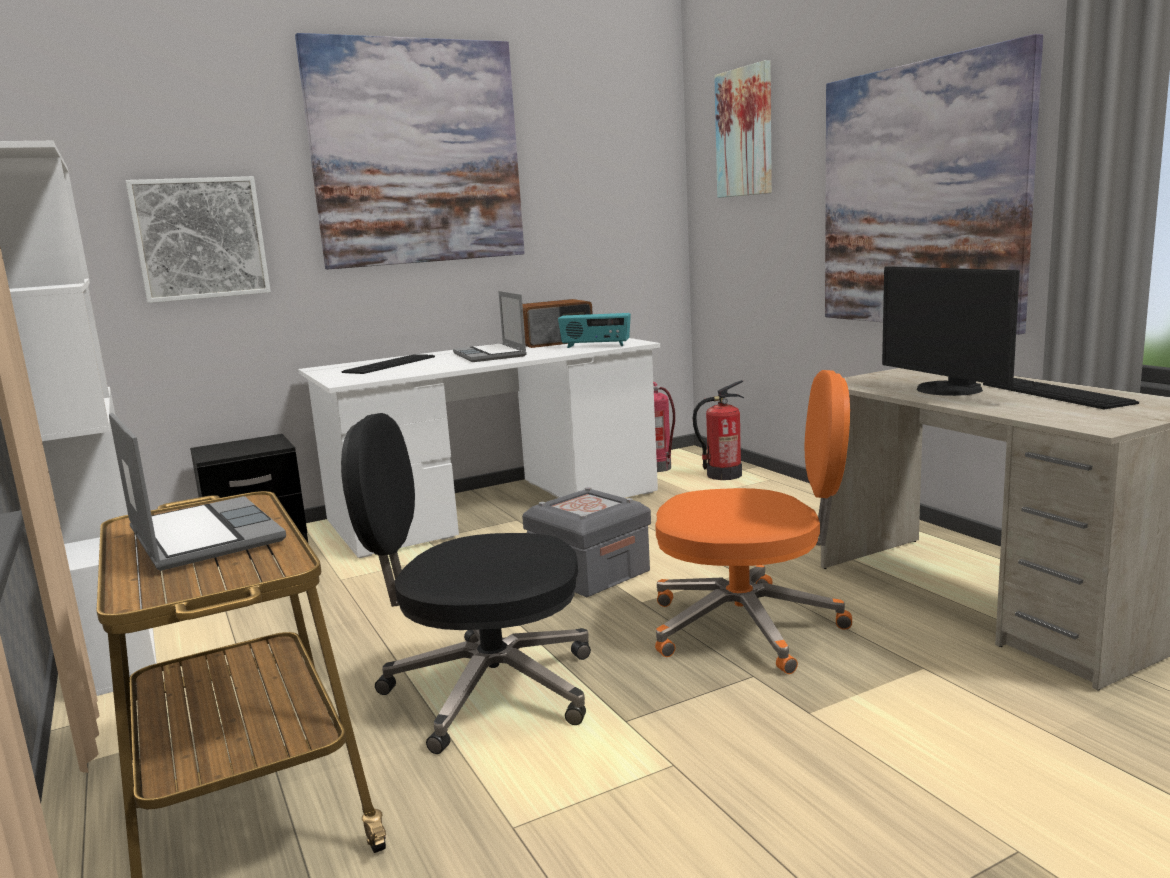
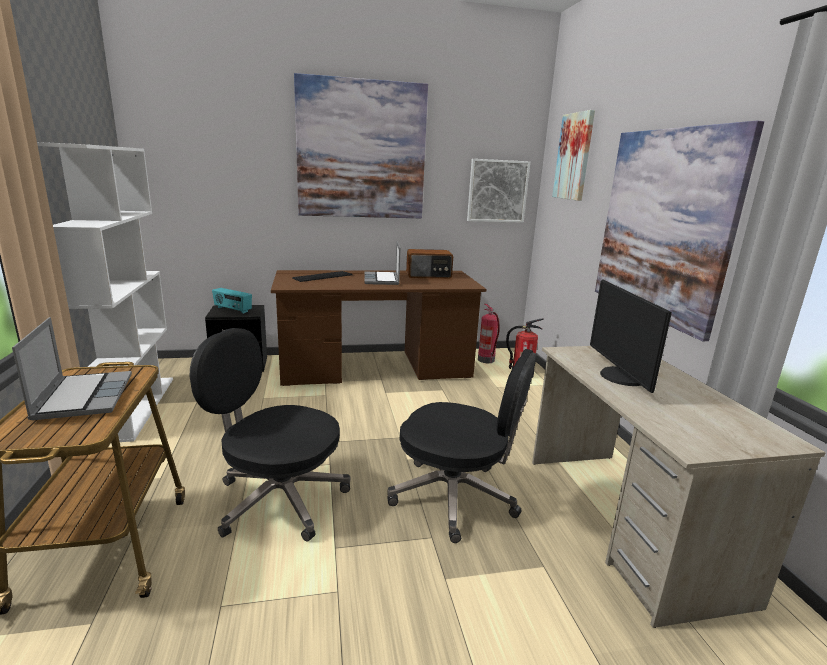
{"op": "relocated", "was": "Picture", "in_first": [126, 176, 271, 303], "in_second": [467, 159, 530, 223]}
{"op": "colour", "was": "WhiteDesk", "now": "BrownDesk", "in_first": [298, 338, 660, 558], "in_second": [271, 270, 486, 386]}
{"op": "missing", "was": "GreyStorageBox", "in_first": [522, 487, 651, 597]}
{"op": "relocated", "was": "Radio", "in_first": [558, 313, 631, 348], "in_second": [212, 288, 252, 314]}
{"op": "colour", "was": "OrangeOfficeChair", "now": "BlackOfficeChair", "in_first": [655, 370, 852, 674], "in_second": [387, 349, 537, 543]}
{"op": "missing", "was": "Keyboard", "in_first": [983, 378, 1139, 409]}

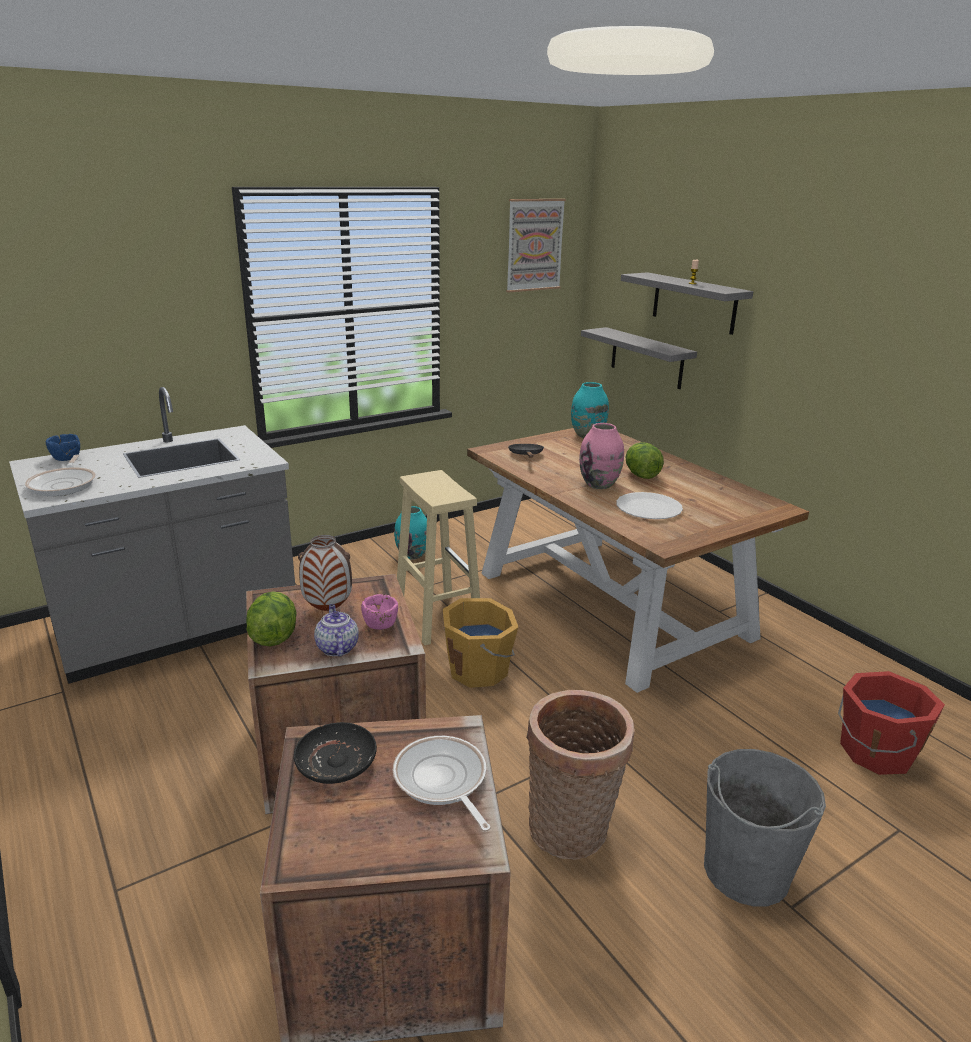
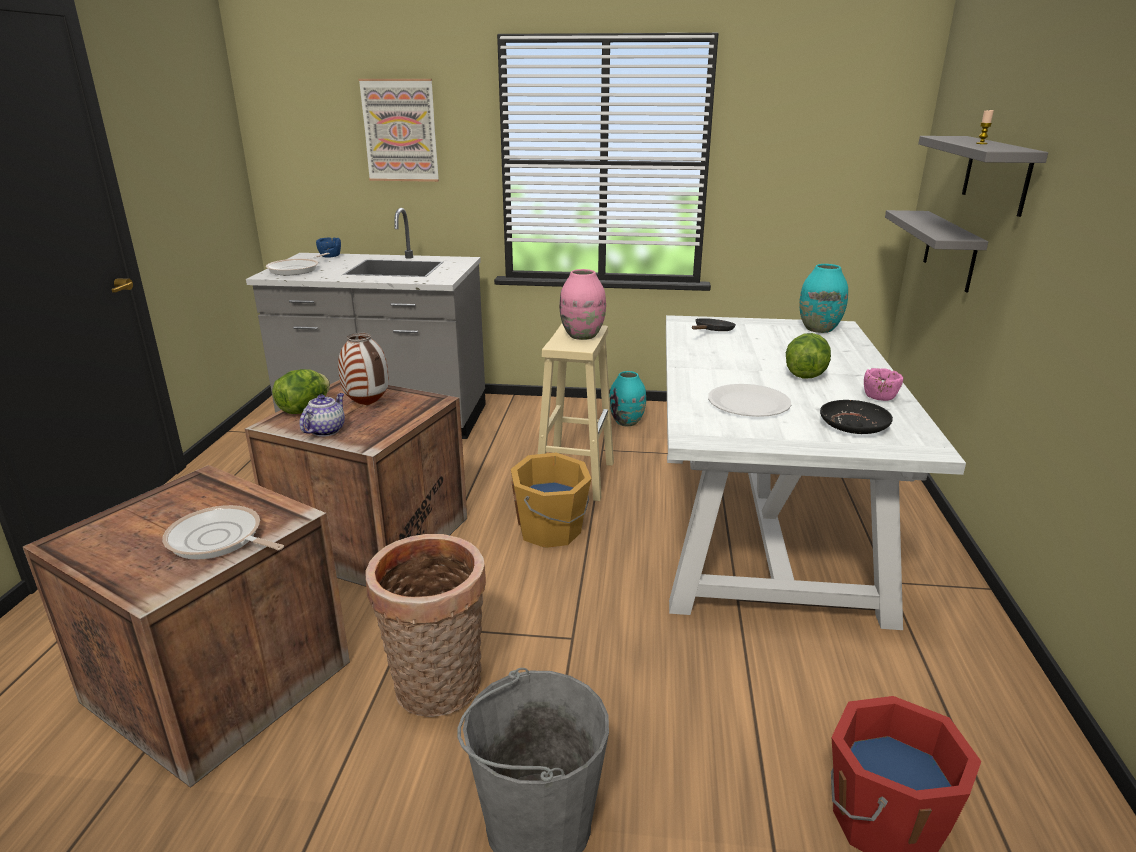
{"op": "relocated", "was": "BlackPlate", "in_first": [294, 722, 377, 784], "in_second": [820, 400, 893, 434]}
{"op": "relocated", "was": "PinkBowl", "in_first": [361, 594, 398, 630], "in_second": [864, 368, 903, 401]}
{"op": "spun", "was": "FryingPan", "in_first": [393, 736, 491, 832], "in_second": [163, 505, 284, 560], "clockwise": -75}
{"op": "colour", "was": "BrownDiningTable", "now": "WhiteDiningTable", "in_first": [467, 428, 809, 693], "in_second": [666, 315, 966, 630]}
{"op": "relocated", "was": "Picture", "in_first": [506, 199, 566, 292], "in_second": [359, 79, 439, 182]}
{"op": "relocated", "was": "PinkVase", "in_first": [579, 423, 624, 489], "in_second": [559, 269, 606, 340]}

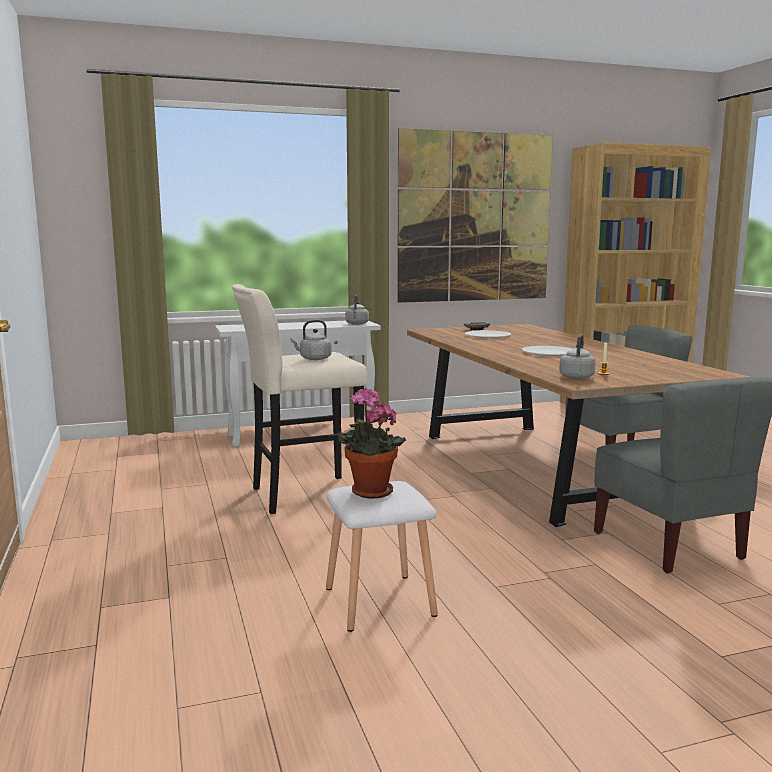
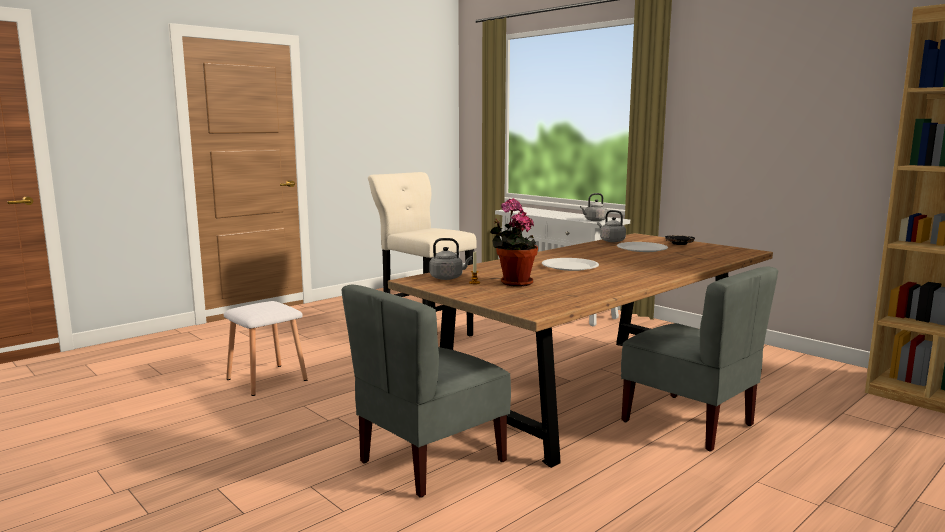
{"op": "relocated", "was": "GreyKettle", "in_first": [290, 320, 332, 360], "in_second": [597, 210, 626, 242]}
{"op": "relocated", "was": "PottedPlant", "in_first": [337, 387, 406, 499], "in_second": [490, 198, 538, 287]}
{"op": "missing", "was": "Picture", "in_first": [397, 128, 553, 303]}

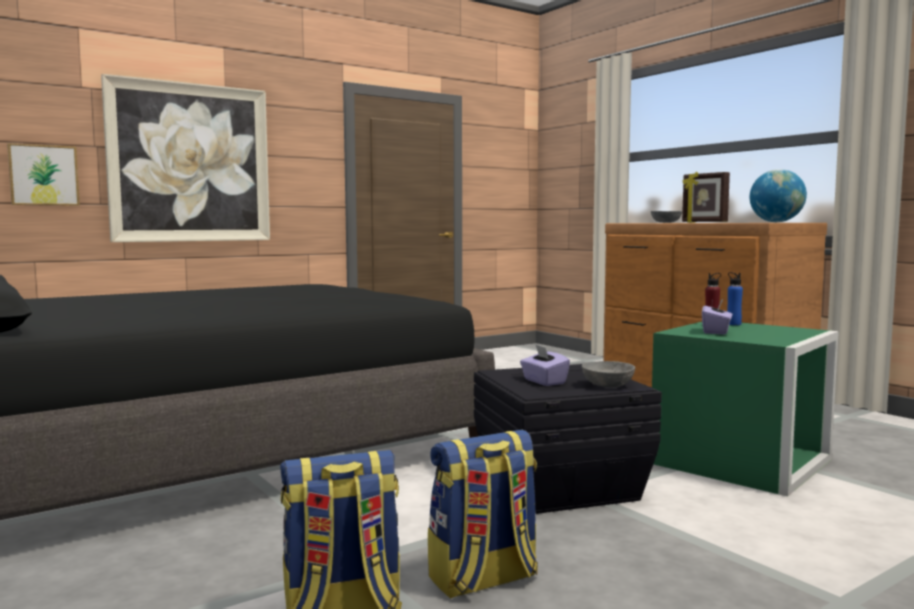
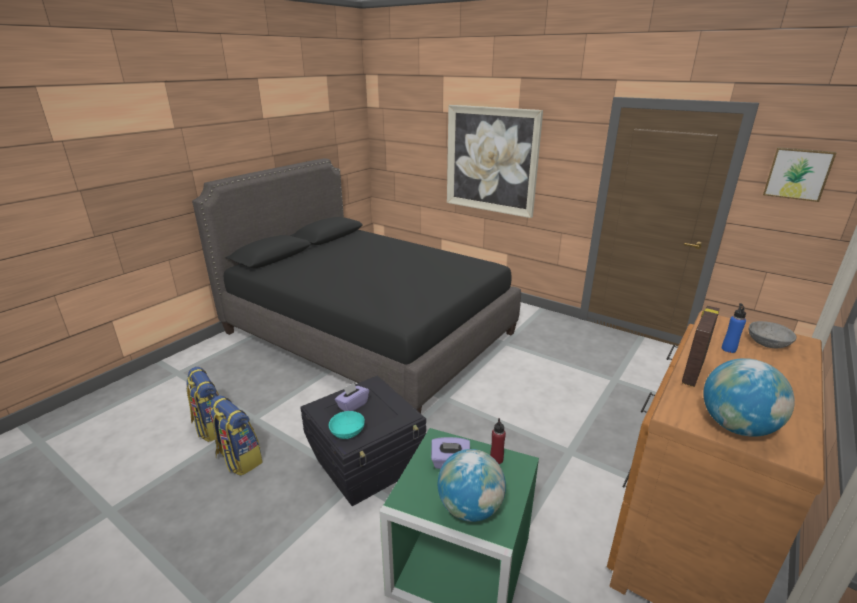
{"op": "relocated", "was": "Picture", "in_first": [7, 143, 80, 206], "in_second": [763, 147, 837, 202]}
{"op": "colour", "was": "GreyBowl", "now": "TurquoiseBowl", "in_first": [581, 361, 635, 388], "in_second": [329, 411, 365, 439]}
{"op": "relocated", "was": "BlueBottle", "in_first": [727, 272, 743, 325], "in_second": [722, 303, 746, 353]}
{"op": "appeared", "now": "Globe", "in_second": [438, 449, 506, 522]}

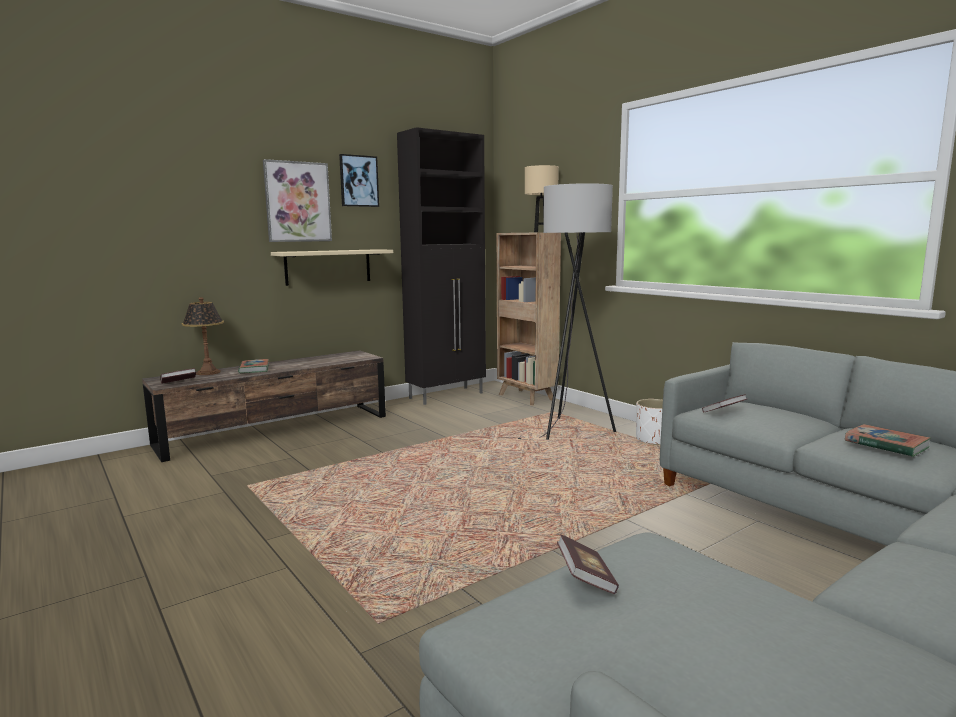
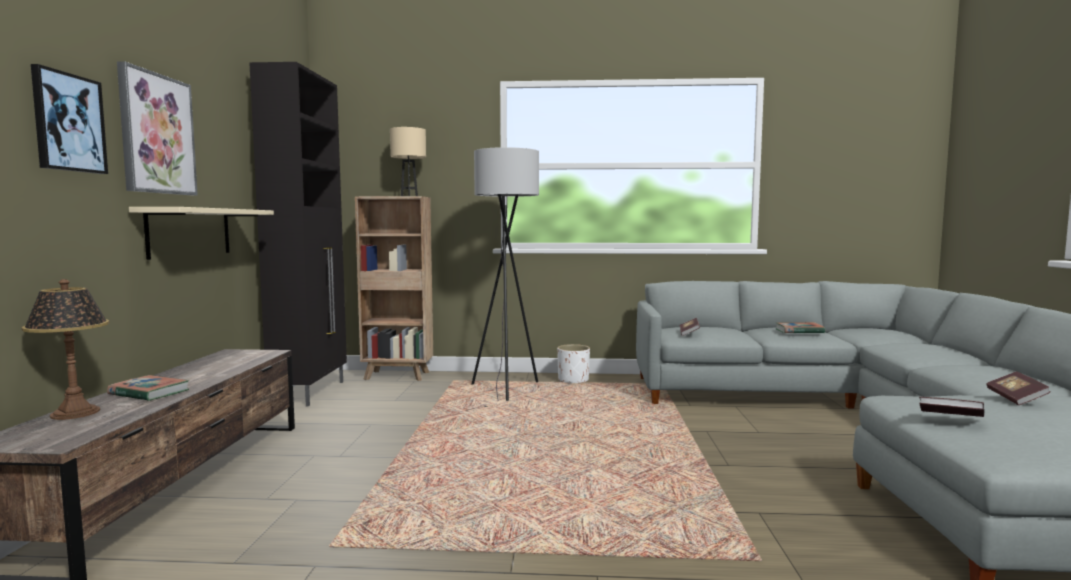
{"op": "relocated", "was": "Book", "in_first": [161, 368, 196, 384], "in_second": [986, 371, 1050, 405]}
{"op": "relocated", "was": "Picture", "in_first": [339, 154, 379, 207], "in_second": [31, 64, 108, 174]}

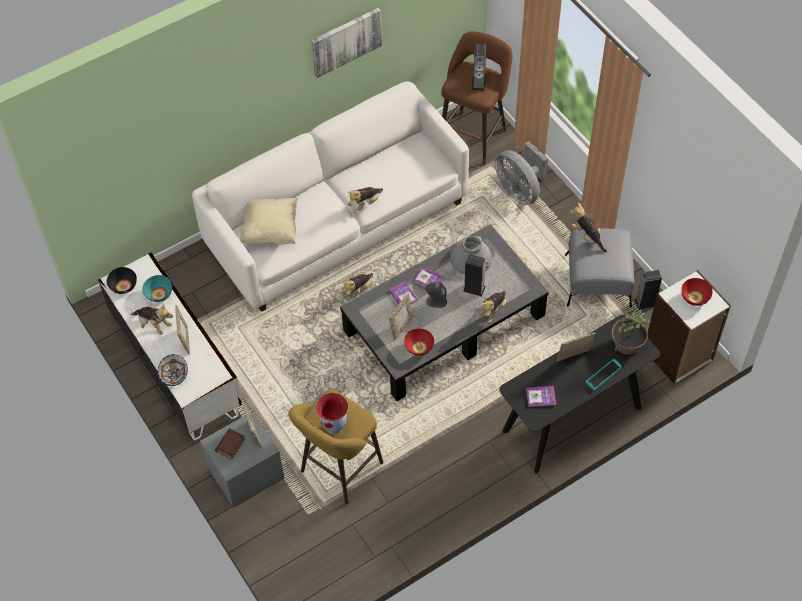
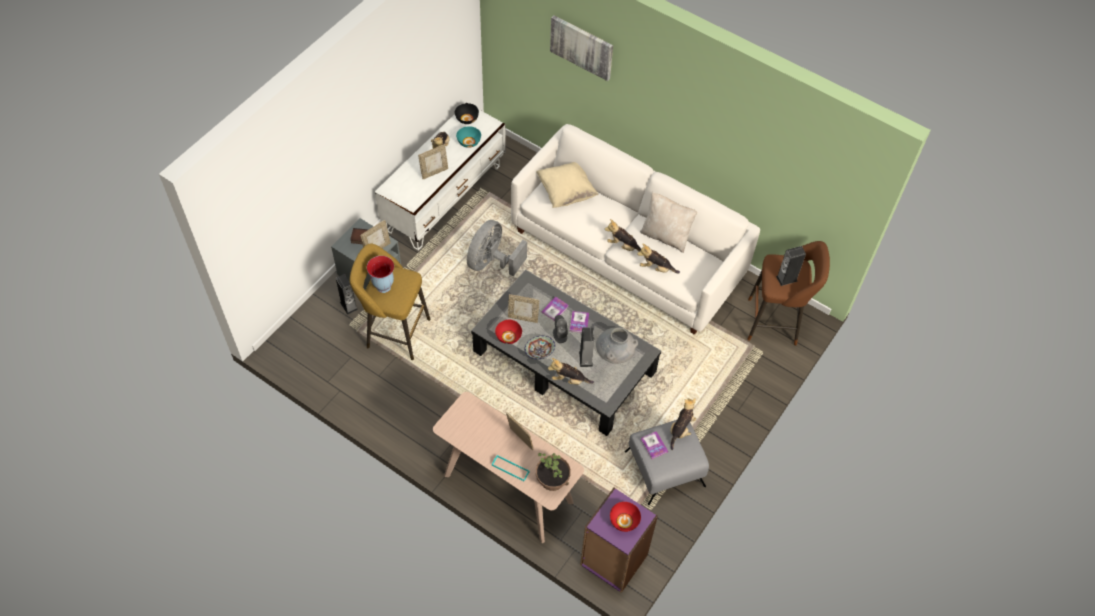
{"op": "relocated", "was": "Bowl", "in_first": [158, 354, 188, 386], "in_second": [524, 336, 555, 359]}
{"op": "relocated", "was": "Picture", "in_first": [311, 8, 382, 78], "in_second": [550, 15, 613, 81]}
{"op": "relocated", "was": "PlushToy", "in_first": [342, 273, 373, 301], "in_second": [637, 243, 680, 273]}
{"op": "relocated", "was": "GreyFan", "in_first": [495, 141, 548, 205], "in_second": [467, 220, 527, 276]}
{"op": "colour", "was": "BlackConsoleTable", "now": "BeigeConsoleTable", "in_first": [499, 314, 660, 474], "in_second": [433, 392, 584, 543]}
{"op": "relocated", "was": "Book", "in_first": [526, 386, 556, 407], "in_second": [640, 431, 668, 459]}
{"op": "relocated", "was": "Speaker", "in_first": [635, 270, 662, 309], "in_second": [336, 274, 358, 315]}
{"op": "colour", "was": "WhiteBookcase", "now": "PurpleBookcase", "in_first": [648, 270, 731, 384], "in_second": [580, 488, 658, 593]}
{"op": "appeared", "now": "BeigePillow", "in_second": [640, 192, 697, 253]}

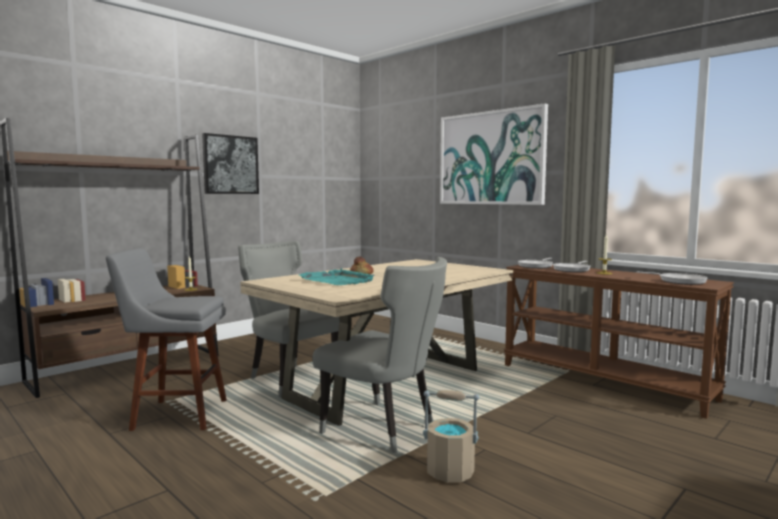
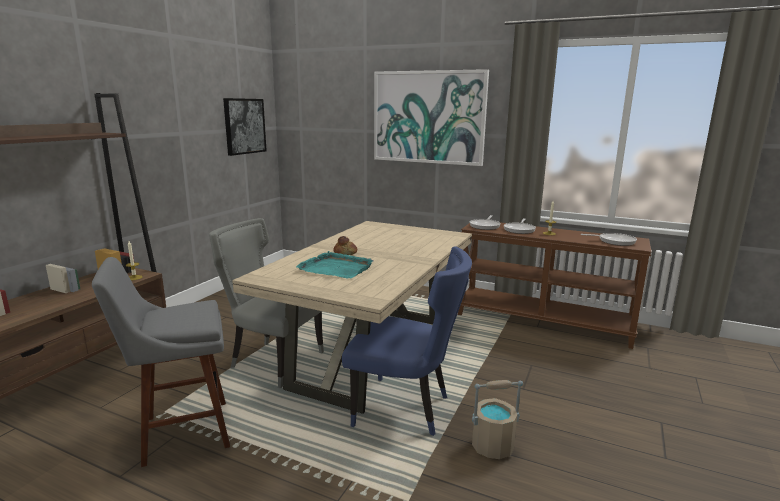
{"op": "relocated", "was": "Picture", "in_first": [202, 133, 259, 194], "in_second": [223, 98, 267, 156]}
{"op": "colour", "was": "GreyChair", "now": "BlueChair", "in_first": [313, 257, 447, 453], "in_second": [342, 247, 472, 436]}

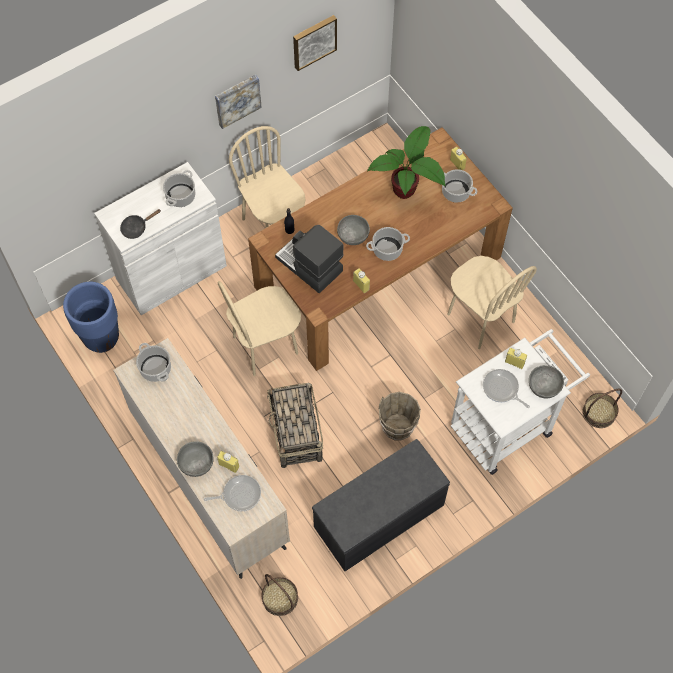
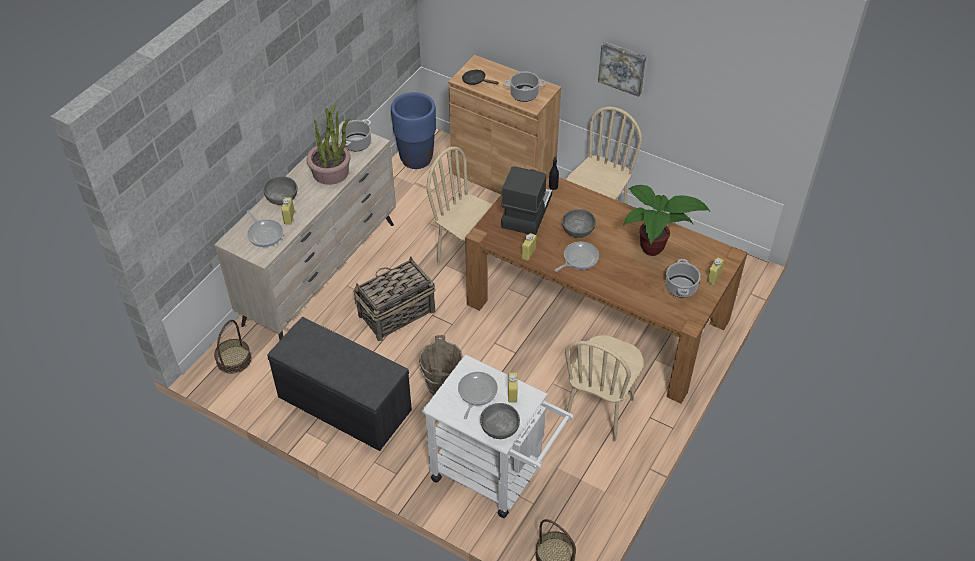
{"op": "colour", "was": "WhiteCabinet", "now": "BrownCabinet", "in_first": [94, 162, 227, 315], "in_second": [448, 55, 561, 194]}
{"op": "missing", "was": "Picture", "in_first": [293, 15, 337, 71]}
{"op": "exchanged", "was": "CookingPot", "now": "FryingPan", "in_first": [366, 227, 410, 261], "in_second": [555, 242, 599, 272]}
{"op": "appeared", "now": "PottedPlant", "in_second": [306, 104, 351, 185]}

